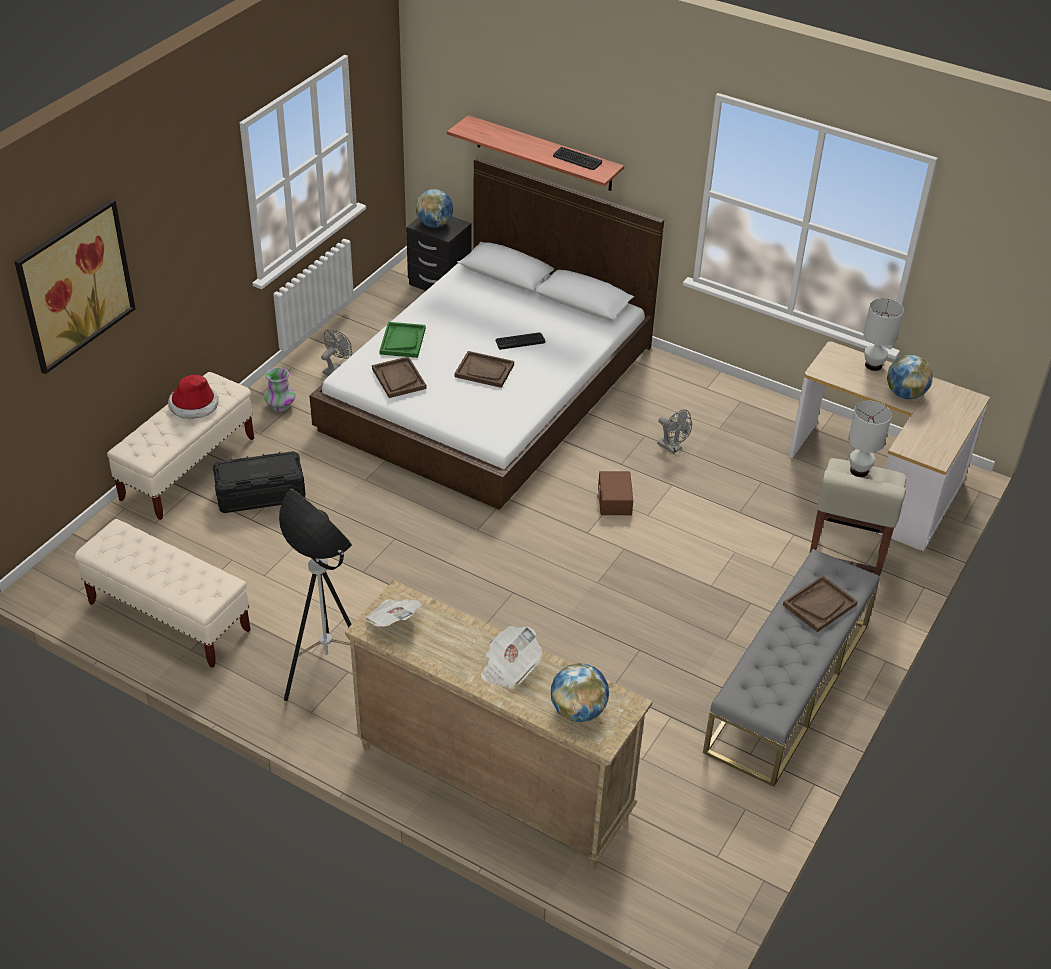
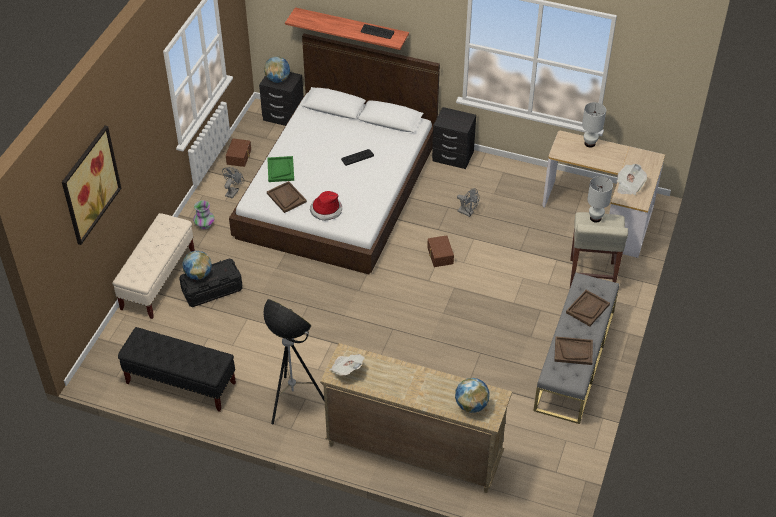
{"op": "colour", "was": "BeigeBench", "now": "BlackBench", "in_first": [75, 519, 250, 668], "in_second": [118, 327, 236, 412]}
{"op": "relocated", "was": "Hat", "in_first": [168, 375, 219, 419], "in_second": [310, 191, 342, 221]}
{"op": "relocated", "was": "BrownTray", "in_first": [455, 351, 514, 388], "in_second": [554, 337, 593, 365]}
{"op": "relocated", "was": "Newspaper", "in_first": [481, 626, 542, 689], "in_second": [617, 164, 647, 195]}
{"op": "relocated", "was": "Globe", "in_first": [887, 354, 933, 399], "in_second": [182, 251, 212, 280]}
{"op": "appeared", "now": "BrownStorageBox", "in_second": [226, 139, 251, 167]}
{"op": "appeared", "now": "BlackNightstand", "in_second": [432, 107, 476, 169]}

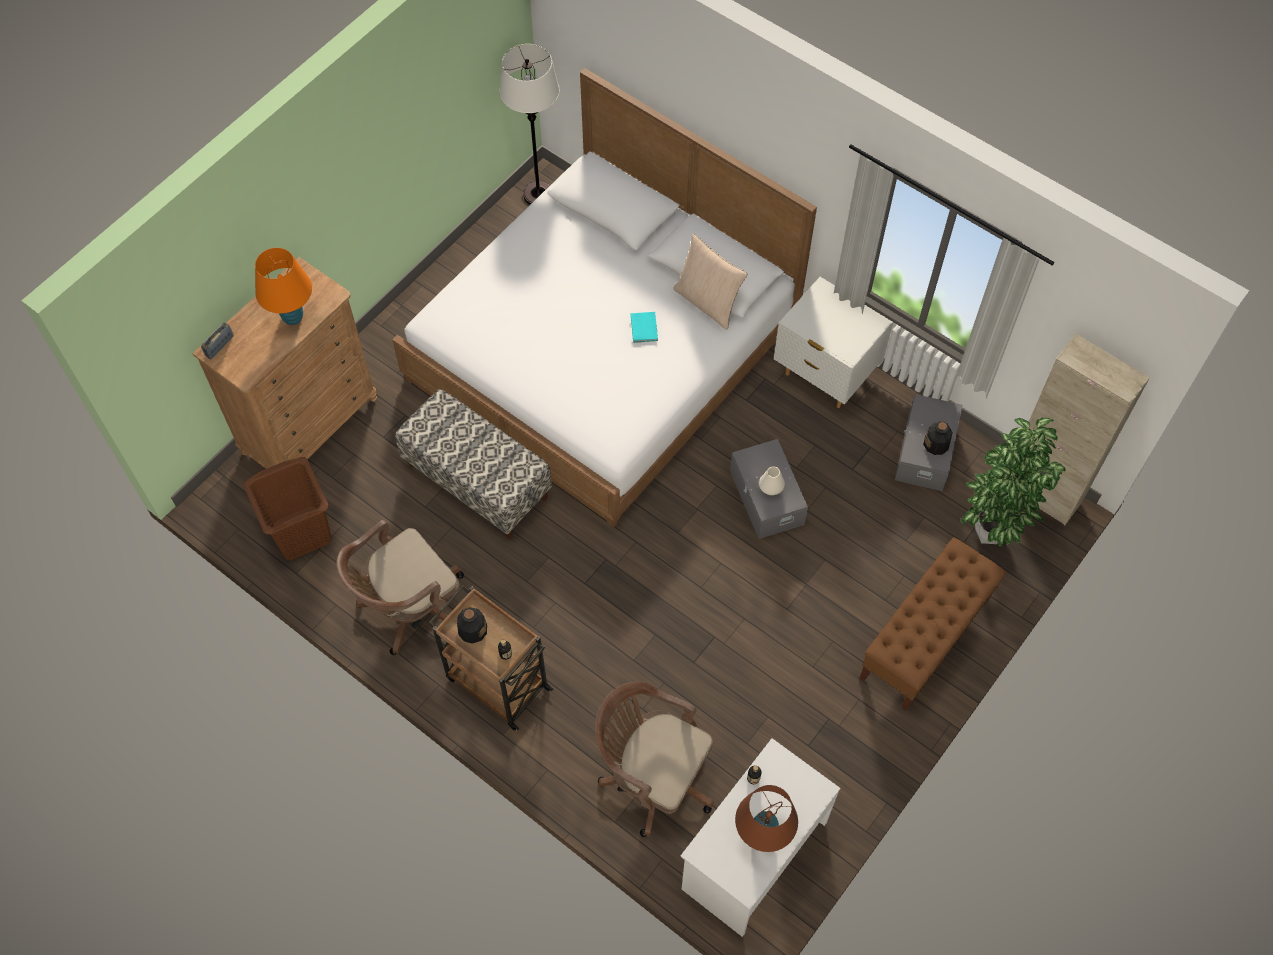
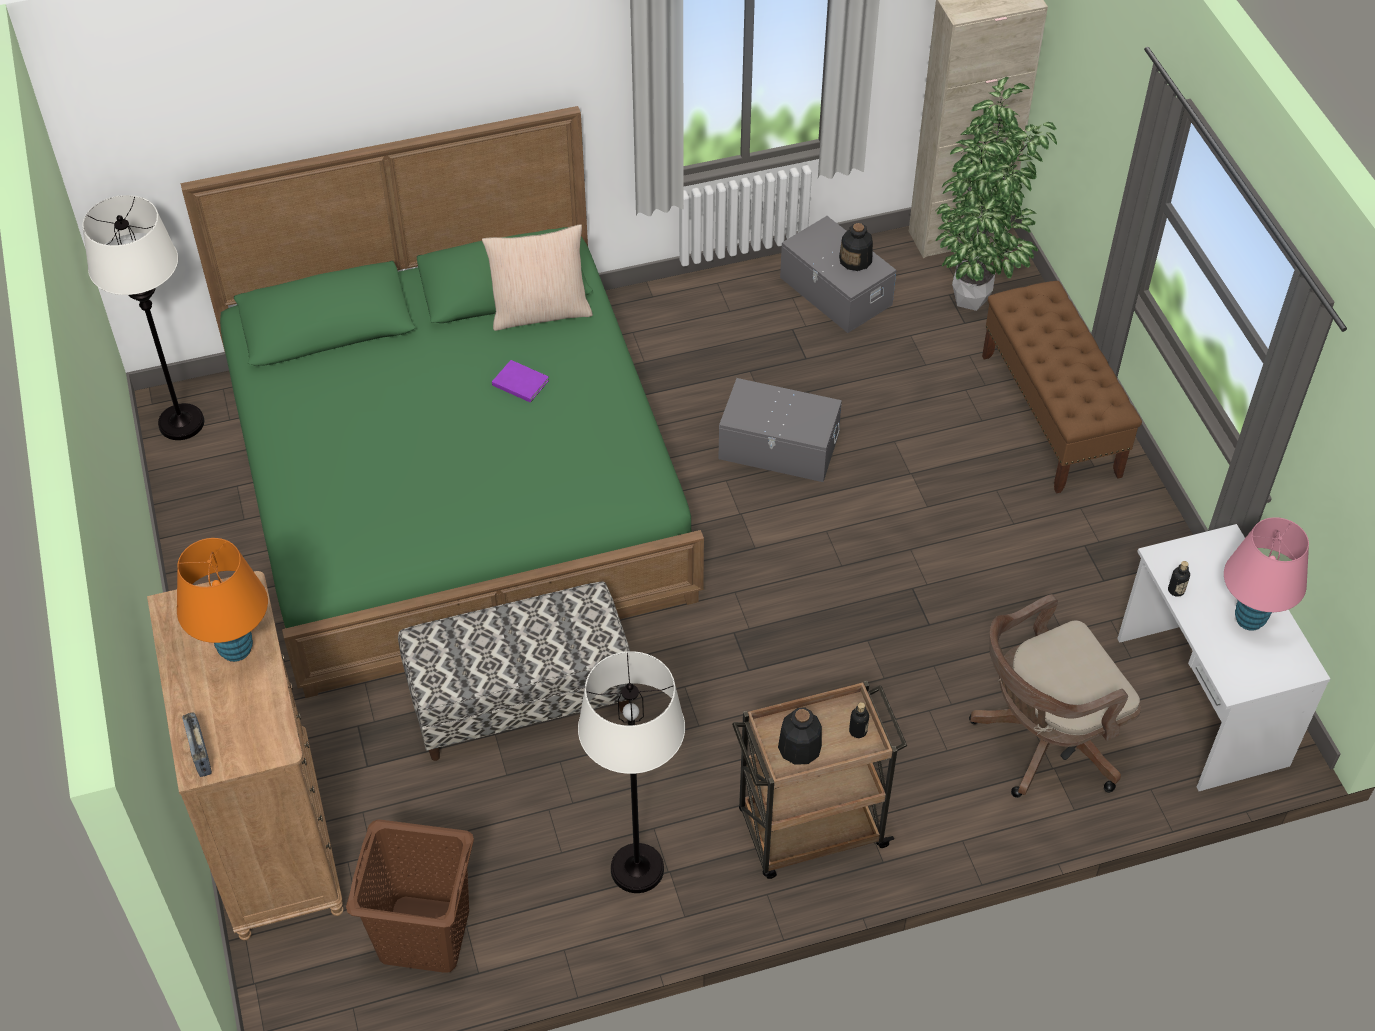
{"op": "exchanged", "was": "BrownOfficeChair", "now": "WhiteFloorLamp", "in_first": [336, 520, 464, 655], "in_second": [578, 651, 685, 893]}
{"op": "colour", "was": "WhiteBed", "now": "GreenBed", "in_first": [392, 68, 817, 527], "in_second": [181, 106, 704, 698]}
{"op": "colour", "was": "TurquoiseBook", "now": "PurpleBook", "in_first": [631, 312, 658, 343], "in_second": [492, 360, 549, 403]}
{"op": "colour", "was": "BrownTableLamp", "now": "PinkTableLamp", "in_first": [735, 785, 798, 852], "in_second": [1224, 517, 1309, 631]}
{"op": "missing", "was": "WhiteVase", "in_first": [759, 466, 785, 495]}
{"op": "missing", "was": "WhiteNightstand", "in_first": [774, 277, 893, 408]}

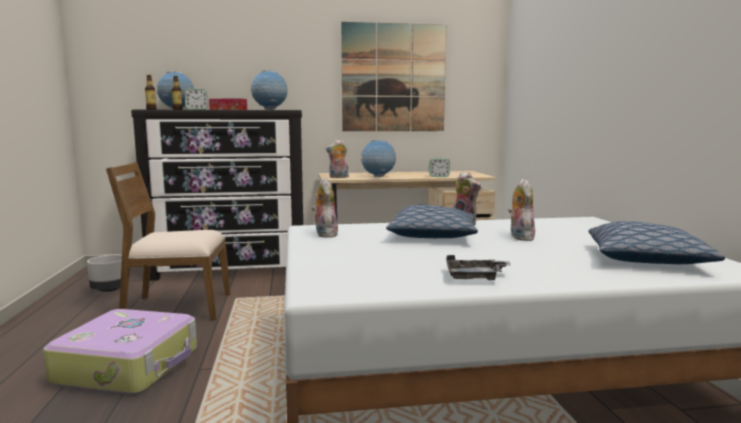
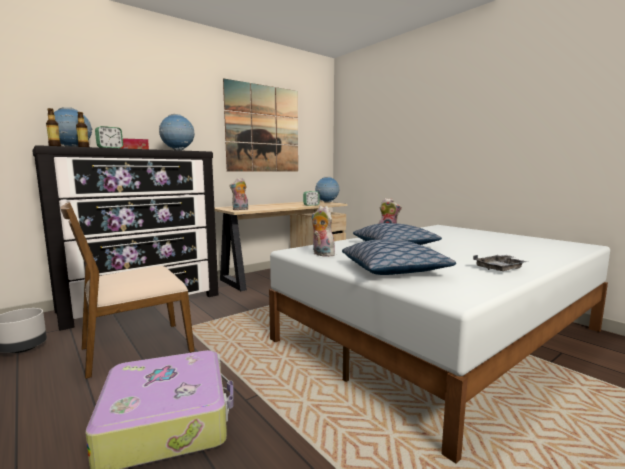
{"op": "relocated", "was": "Globe", "in_first": [361, 140, 396, 177], "in_second": [315, 177, 340, 203]}
{"op": "missing", "was": "PlushToy", "in_first": [508, 179, 535, 241]}
{"op": "relocated", "was": "Pillow", "in_first": [588, 221, 725, 264], "in_second": [342, 240, 456, 275]}

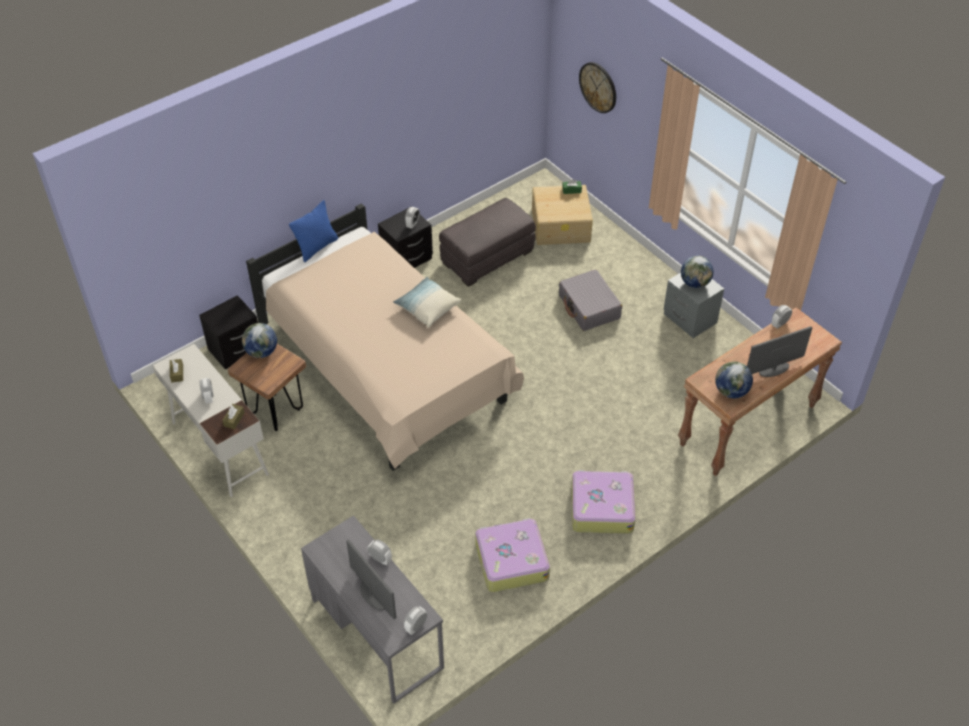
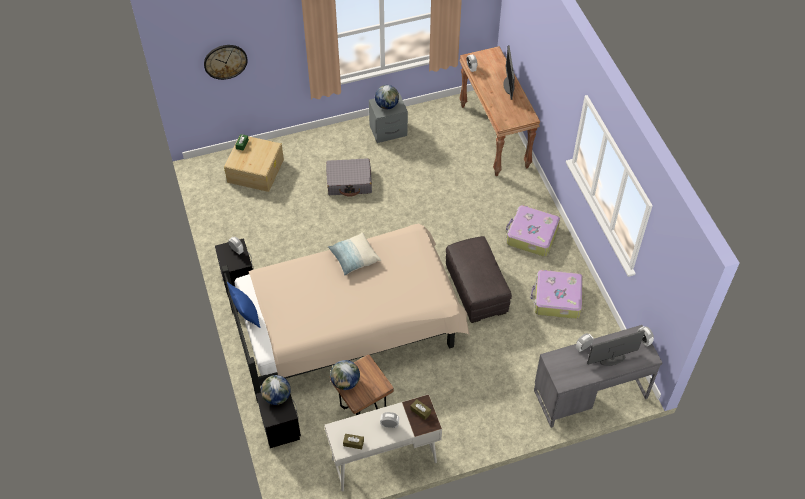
{"op": "relocated", "was": "GreyOttoman", "in_first": [439, 198, 536, 287], "in_second": [446, 236, 512, 323]}
{"op": "relocated", "was": "Globe", "in_first": [715, 361, 753, 398], "in_second": [261, 375, 291, 405]}

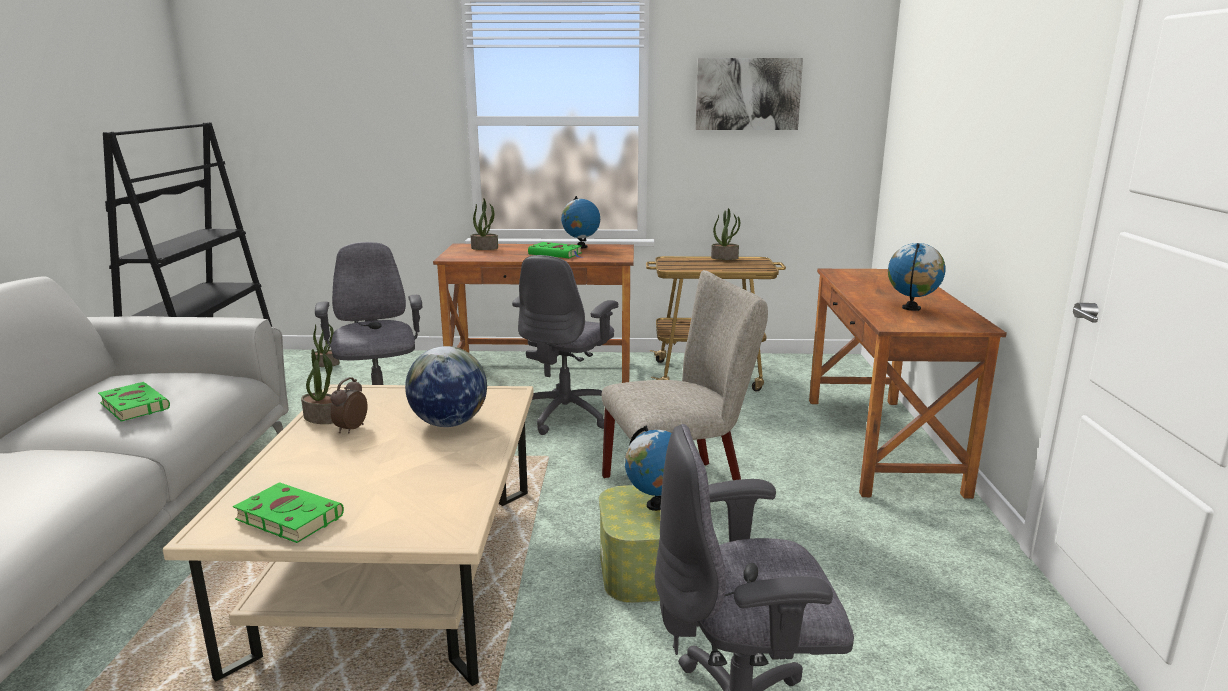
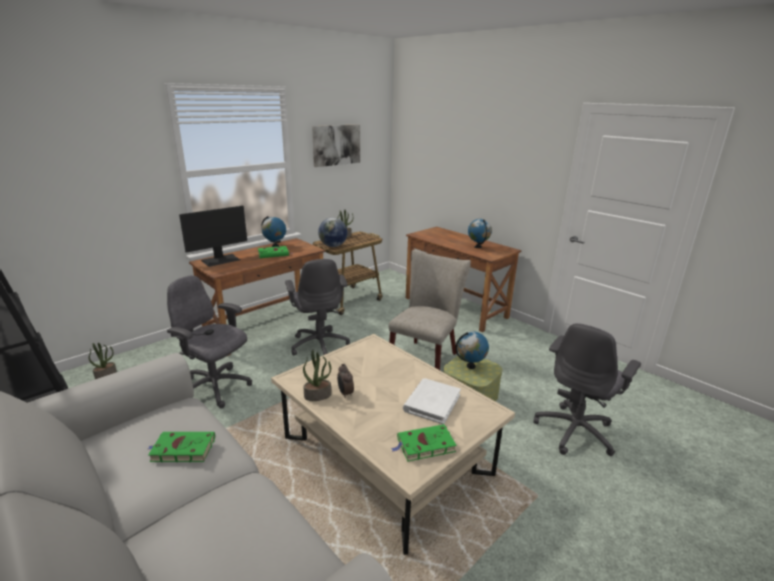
{"op": "relocated", "was": "Globe", "in_first": [405, 346, 487, 427], "in_second": [318, 218, 348, 247]}
{"op": "exchanged", "was": "PottedPlant", "now": "Monitor", "in_first": [471, 198, 498, 250], "in_second": [179, 206, 247, 267]}
{"op": "appeared", "now": "WhiteBook", "in_second": [403, 378, 461, 424]}

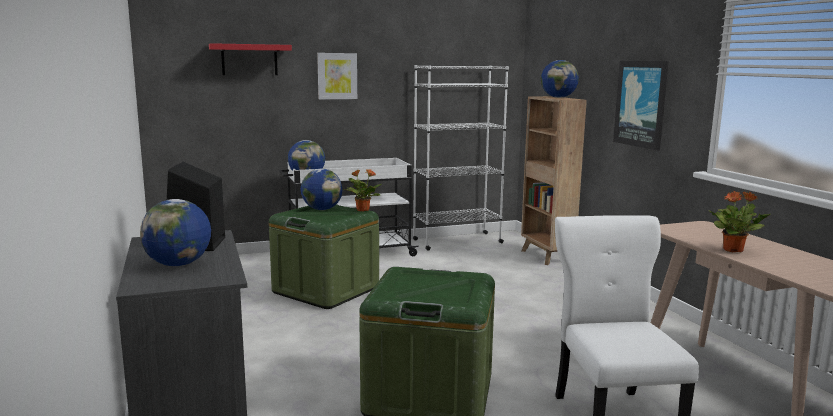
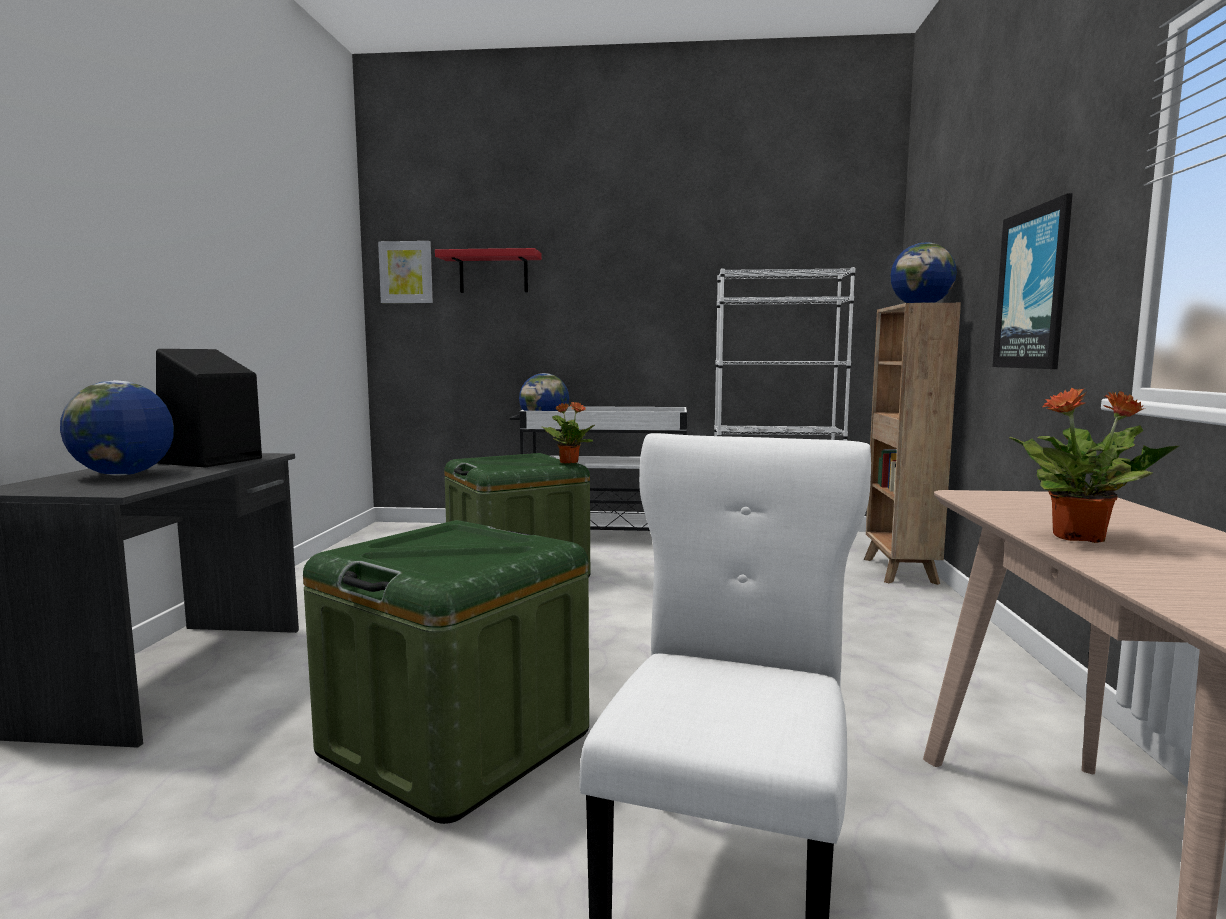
{"op": "missing", "was": "Globe", "in_first": [301, 169, 342, 210]}
{"op": "relocated", "was": "Picture", "in_first": [317, 53, 357, 99], "in_second": [378, 241, 433, 303]}

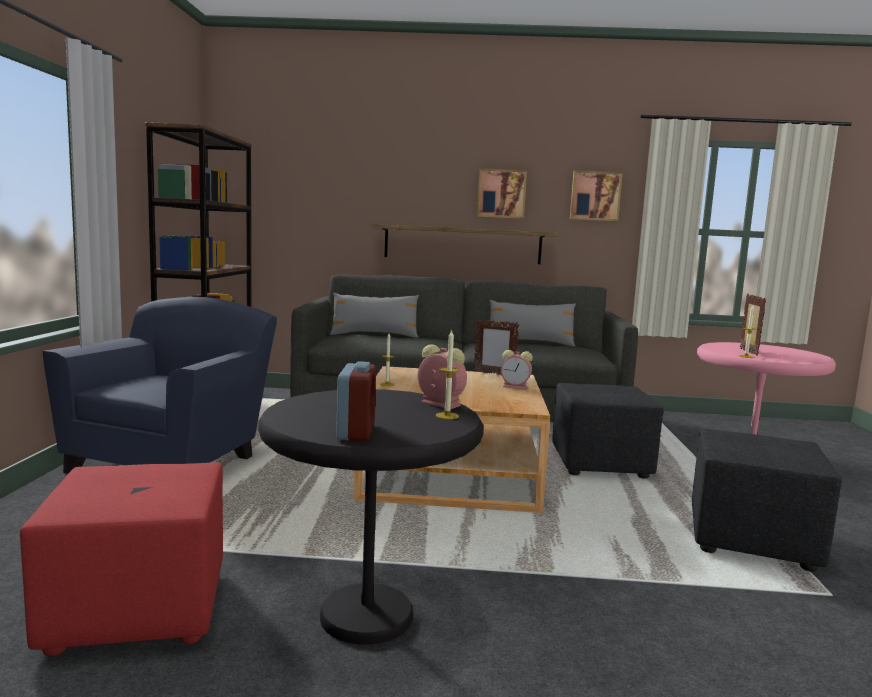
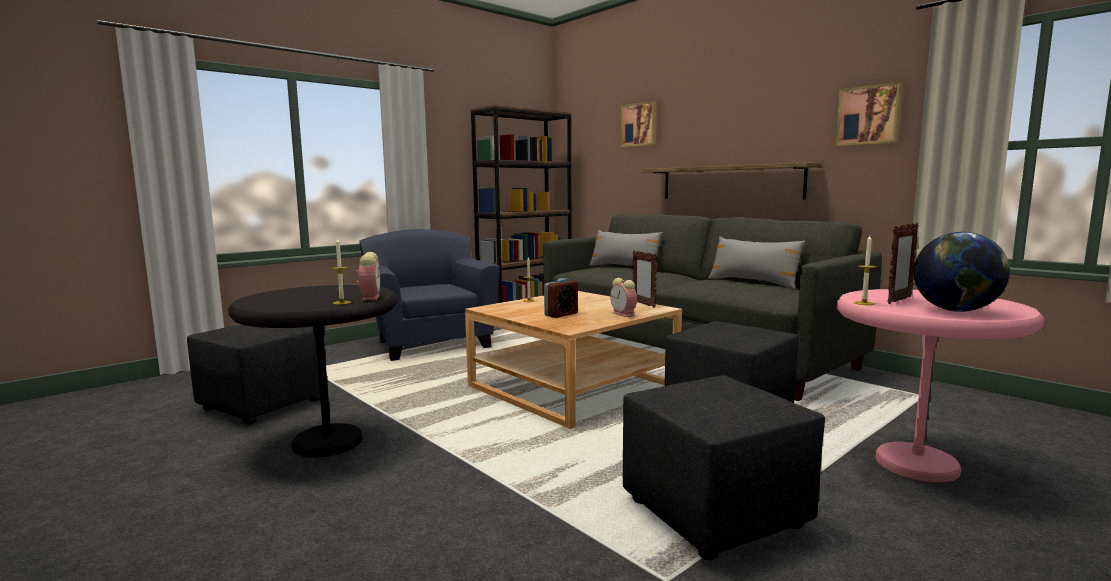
{"op": "colour", "was": "RedOttoman", "now": "BlackOttoman", "in_first": [20, 462, 223, 656], "in_second": [187, 324, 320, 425]}
{"op": "spun", "was": "BlueArmchair", "in_first": [43, 297, 277, 473], "in_second": [359, 229, 500, 361], "clockwise": -90}
{"op": "relocated", "was": "AlarmClock", "in_first": [336, 361, 376, 441], "in_second": [544, 278, 578, 318]}
{"op": "relocated", "was": "Picture", "in_first": [477, 168, 527, 219], "in_second": [621, 101, 657, 147]}
{"op": "appeared", "now": "Globe", "in_second": [914, 232, 1010, 312]}

